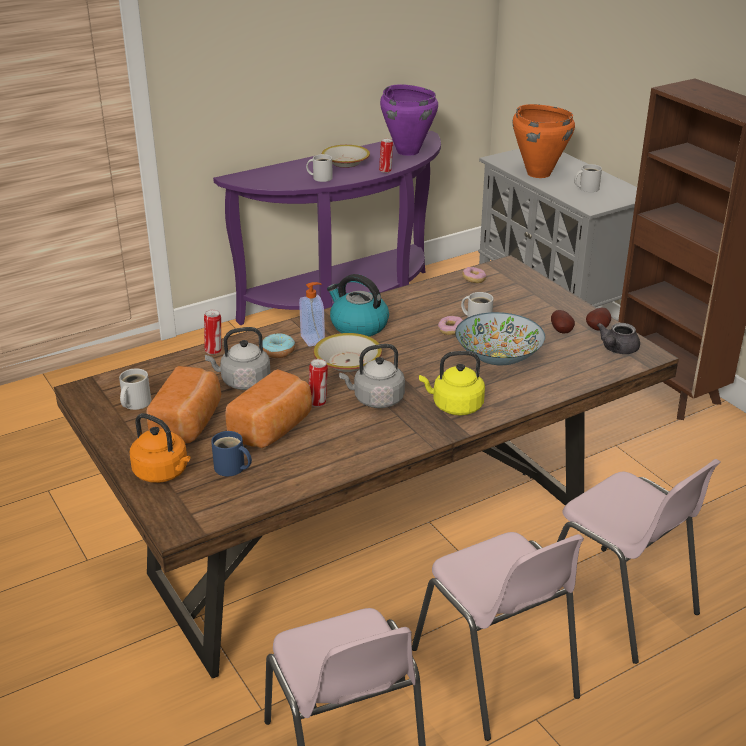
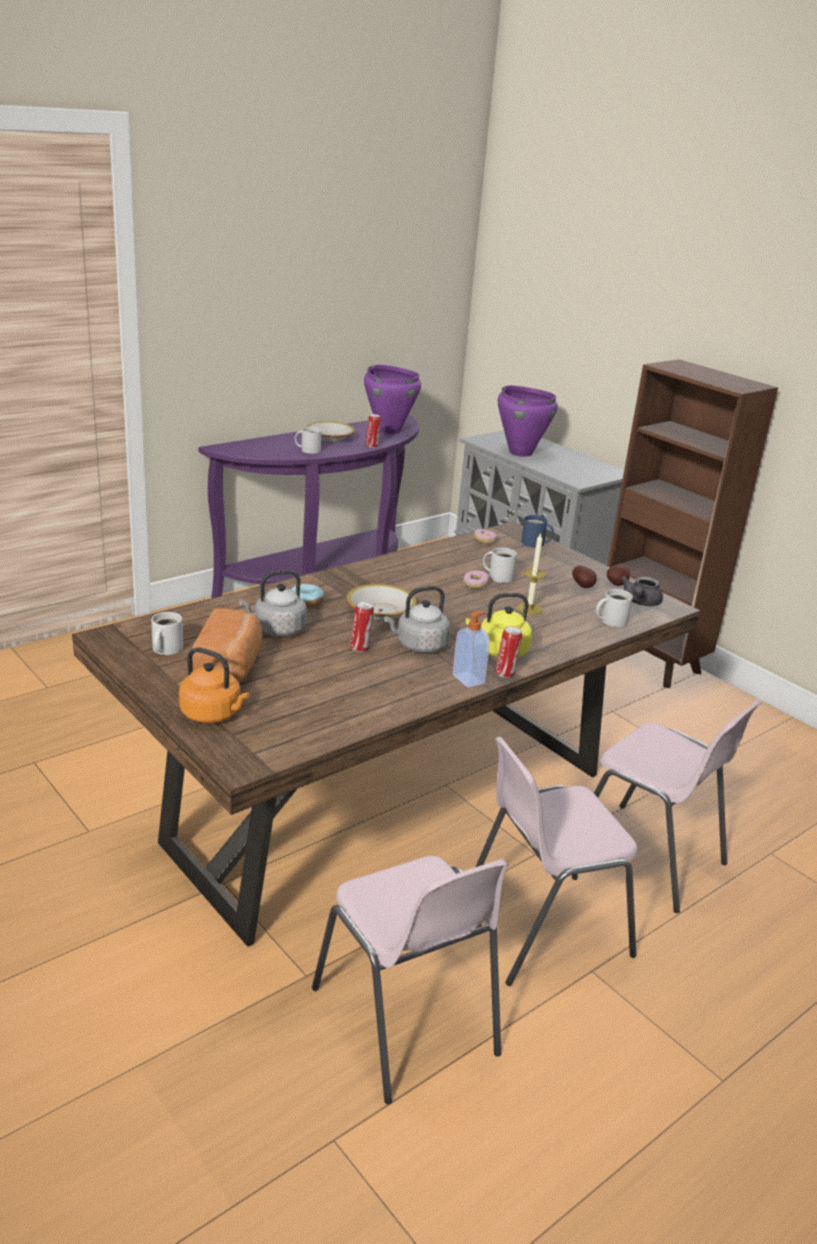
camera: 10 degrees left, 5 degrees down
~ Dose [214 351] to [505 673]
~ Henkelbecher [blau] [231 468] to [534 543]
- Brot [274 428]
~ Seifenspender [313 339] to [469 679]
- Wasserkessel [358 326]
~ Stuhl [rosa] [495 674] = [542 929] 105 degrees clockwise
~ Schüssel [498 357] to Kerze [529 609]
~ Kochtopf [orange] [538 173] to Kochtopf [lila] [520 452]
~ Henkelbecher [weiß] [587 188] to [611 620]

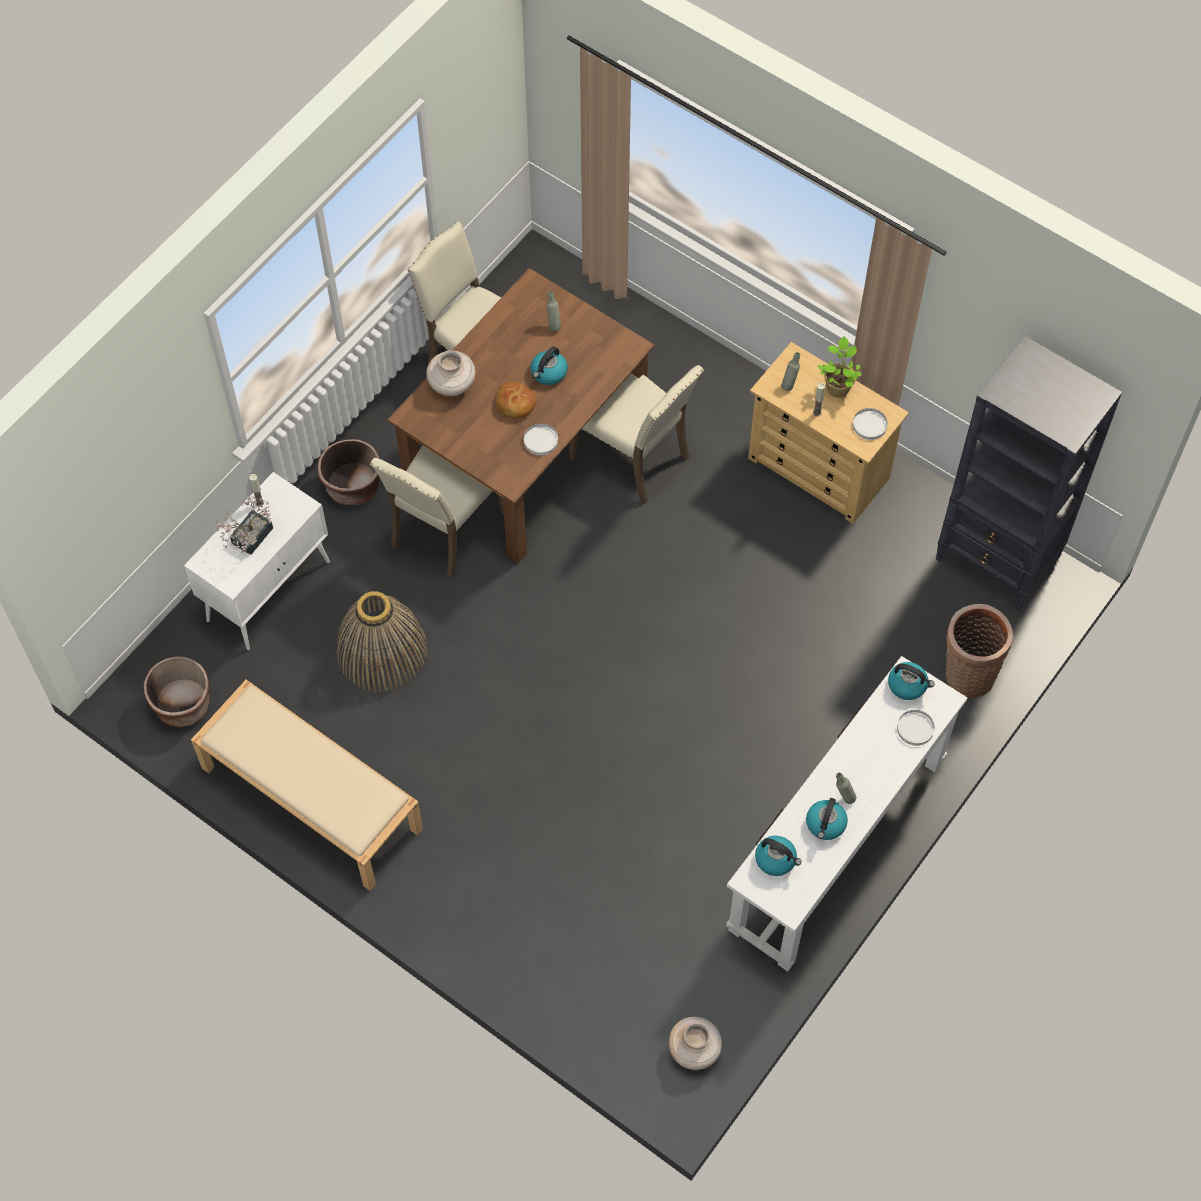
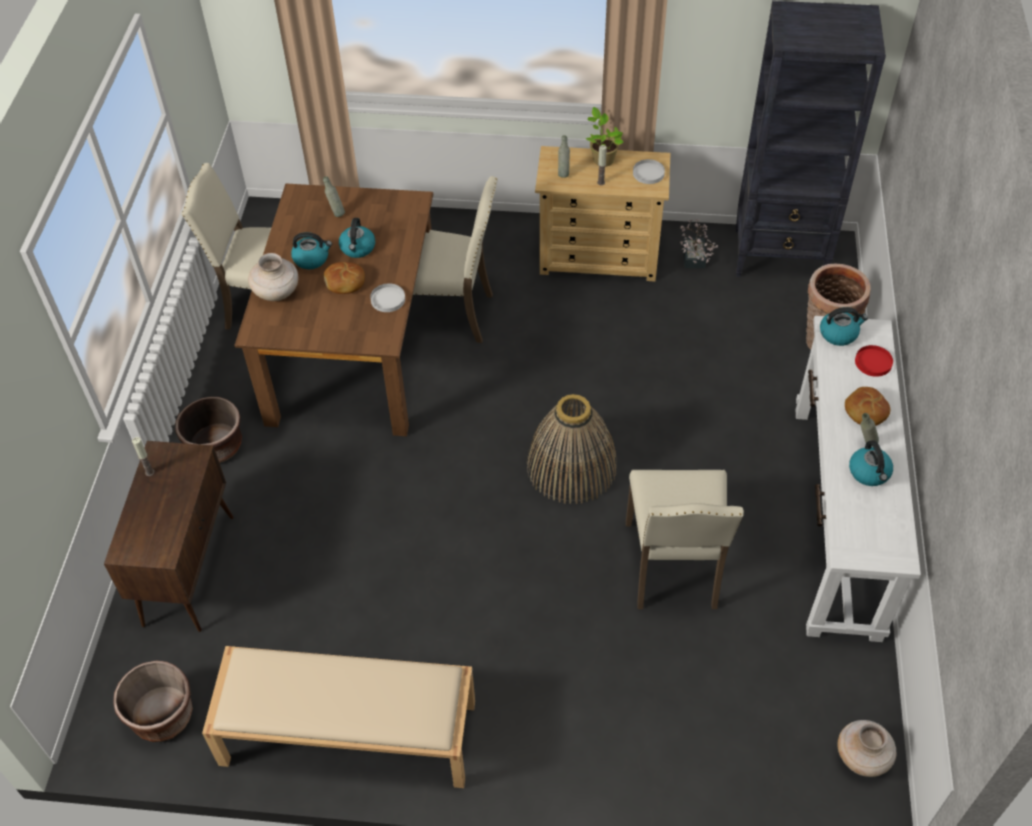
camera: 30 degrees left, 10 degrees down
~ Schrank [weiß] [269 590] to Schrank [braun] [189 569]
~ Topfpflanze [248 539] to [693 260]
~ Korb [381 651] to [571 466]
~ Stuhl [beige] [445 529] to [674 567]
~ Wasserkessel [776 859] to [312 259]
~ Teller [weiß] [915 728] to Teller [rot] [873 362]
+ Brot [865 411]

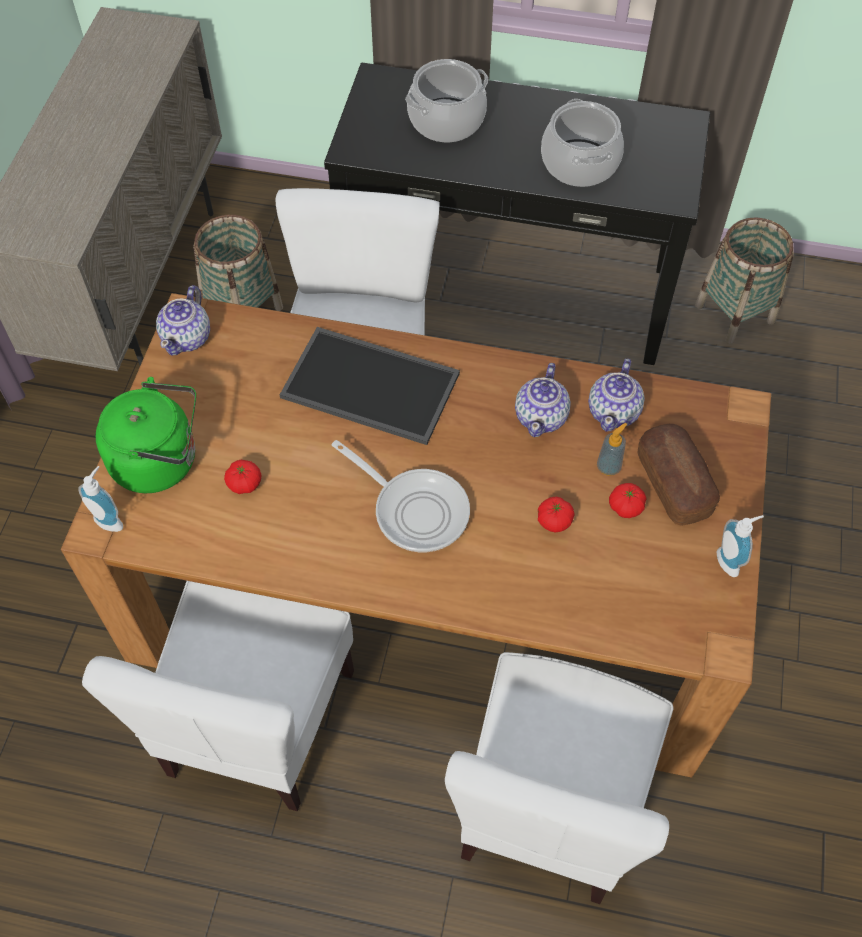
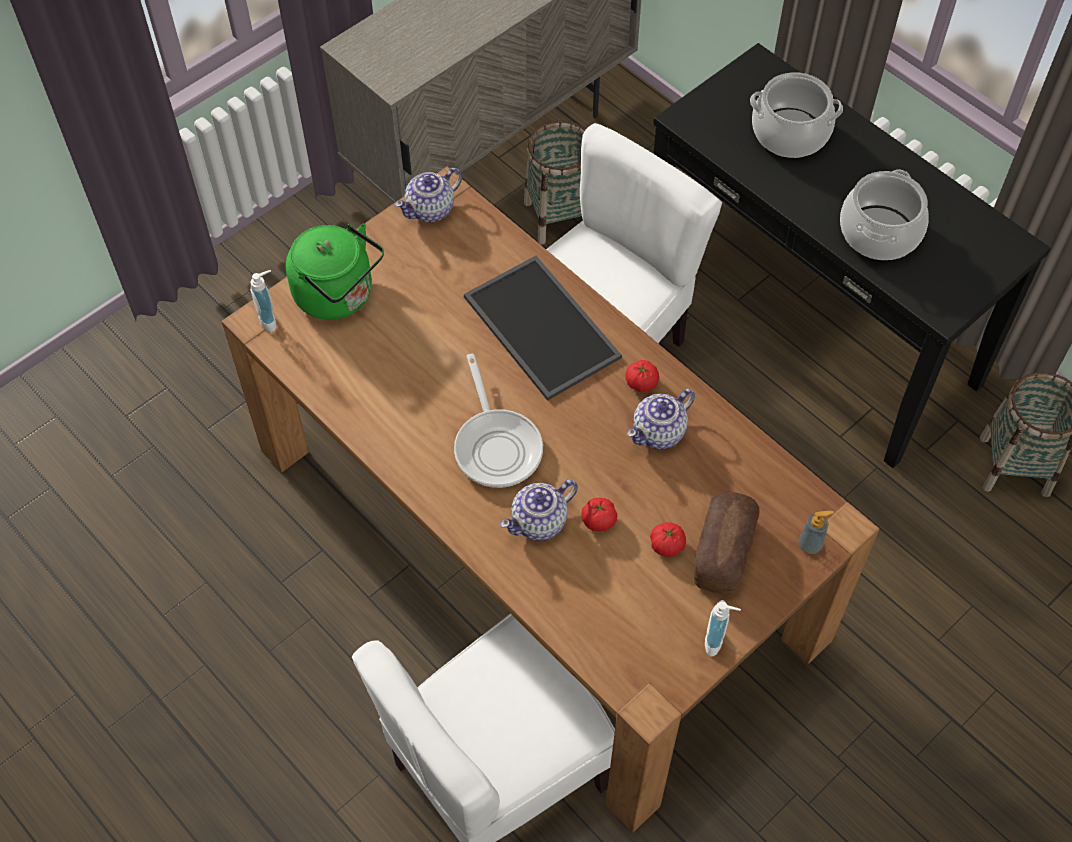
camera: 35 degrees right, 0 degrees up
- Stuhl [weiß] [258 722]
~ Tomate [244 483] to [641 382]
~ Teekanne [614 412] to [540 522]
~ Seifenspender [608 467] to [810 545]

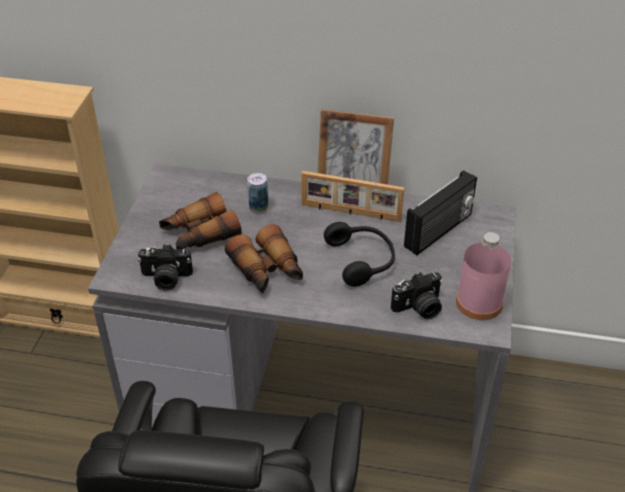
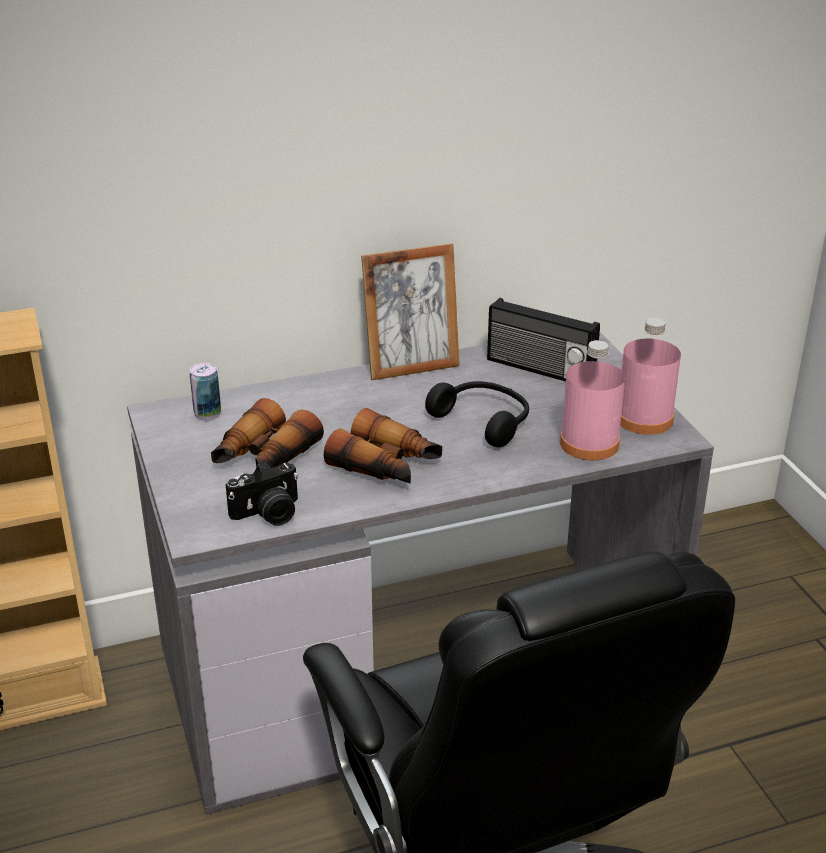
camera: 30 degrees left, 10 degrees down
~ Dose [258 208] to [207 414]
- Bilderrahmen [350 213]
~ Kamera [419 308] to Flasche [rosa] [589 443]
~ Radio [439 231] = [539 369] 105 degrees clockwise

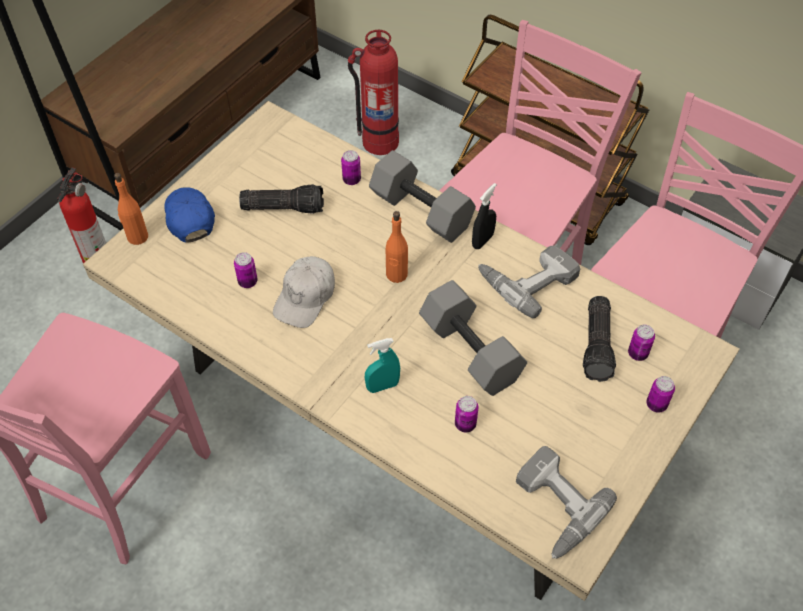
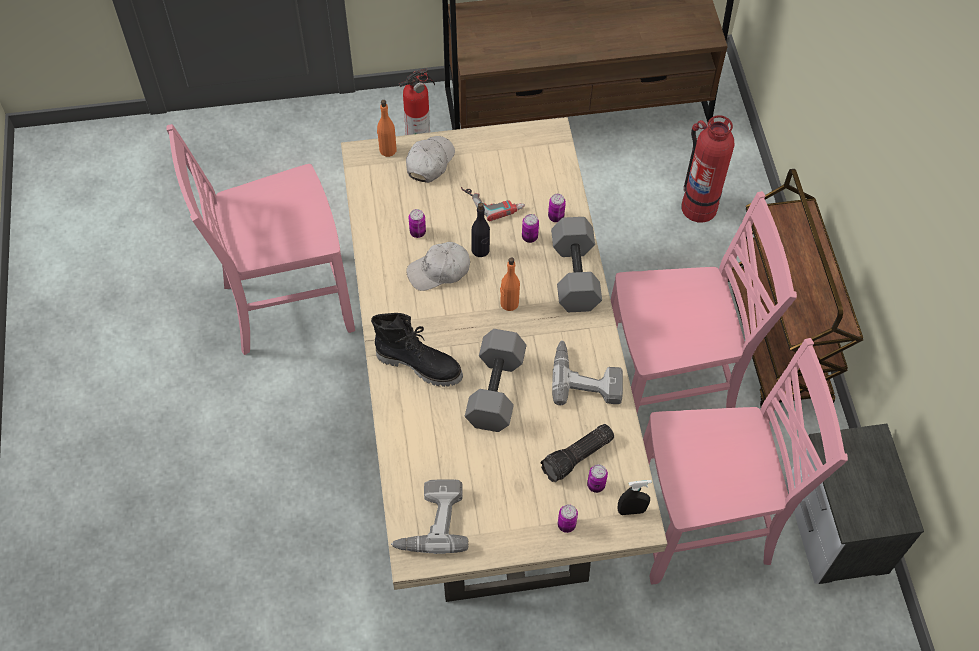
camera: 45 degrees right, 5 degrees up
~ Kappe [blau] [189 218] to Kappe [weiß] [429 162]
~ Taschenlampe [284 206] to Bohrmaschine [493 200]
~ Sprühflasche [türkis] [382 386] to Stiefel [schwarz] [420 364]
~ Dose [465 424] to [529 237]
~ Sprühflasche [schwarz] [482 240] to [631 510]
+ Flasche [schwarz] [480 250]

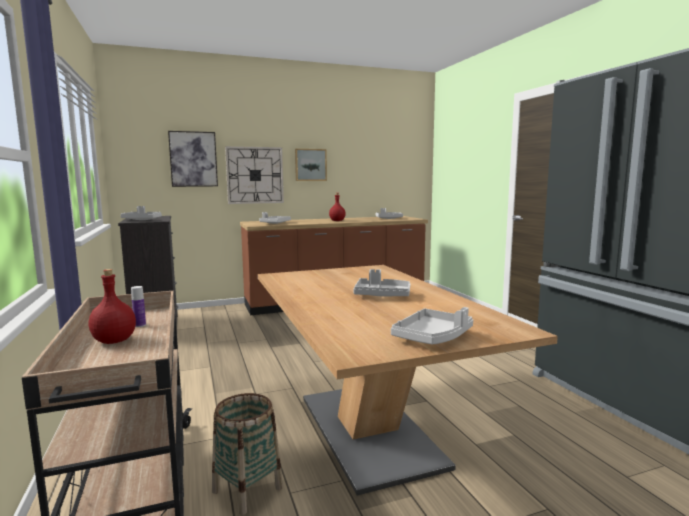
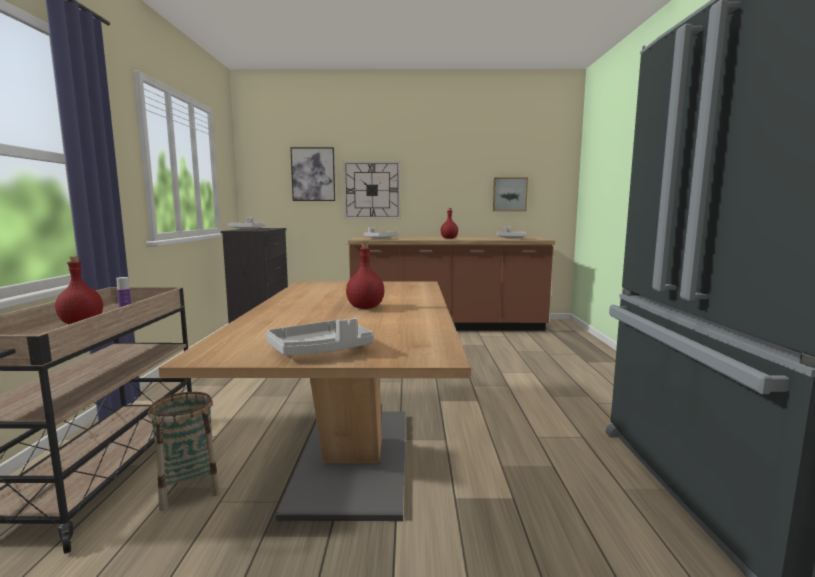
camera: 20 degrees right, 0 degrees up
~ Bild [310 165] to [509 194]
~ Tablett [grau] [382 295] to Flasche [rot] [366 307]

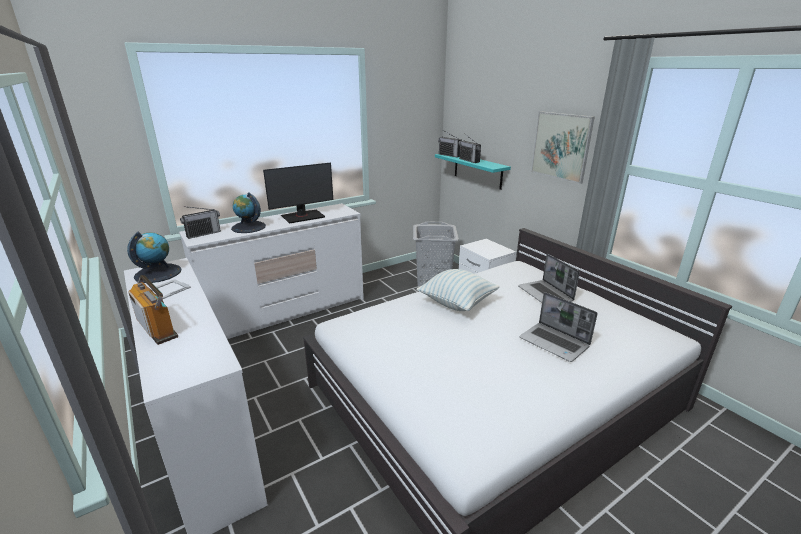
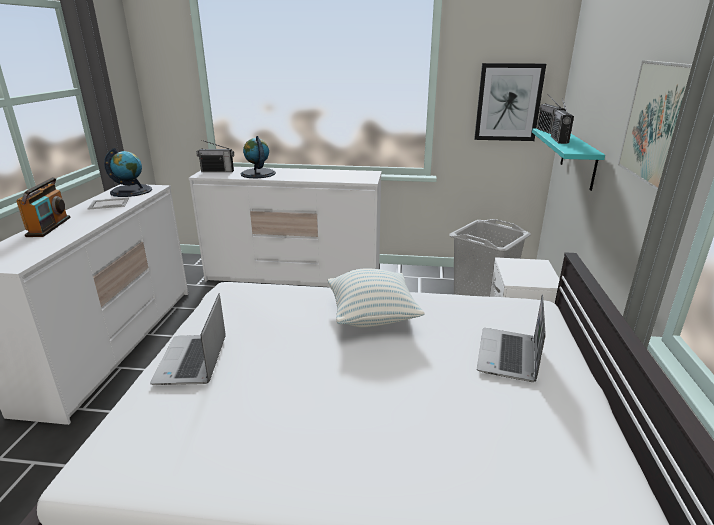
camera: 40 degrees right, 0 degrees up
- Monitor [302 216]
~ Laptop [555 343] to [192 361]
+ Bild [508 102]

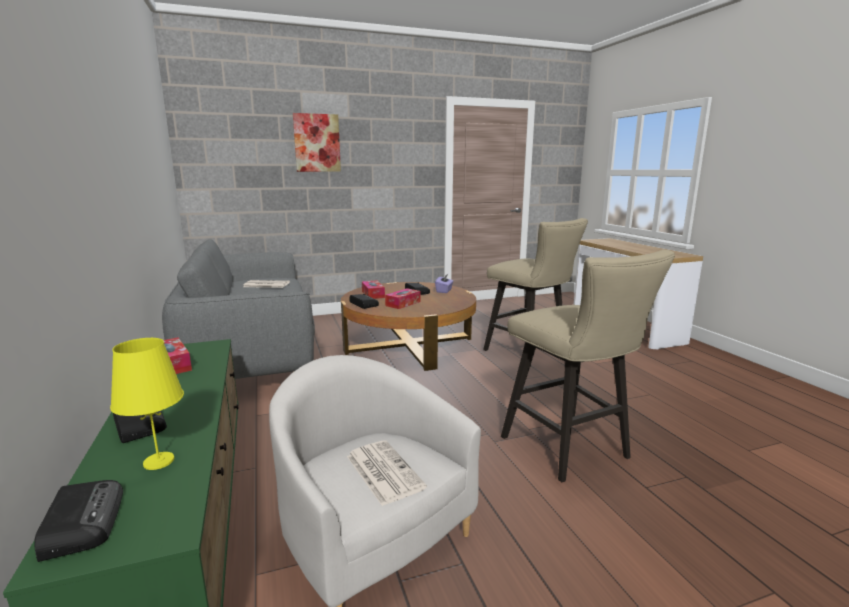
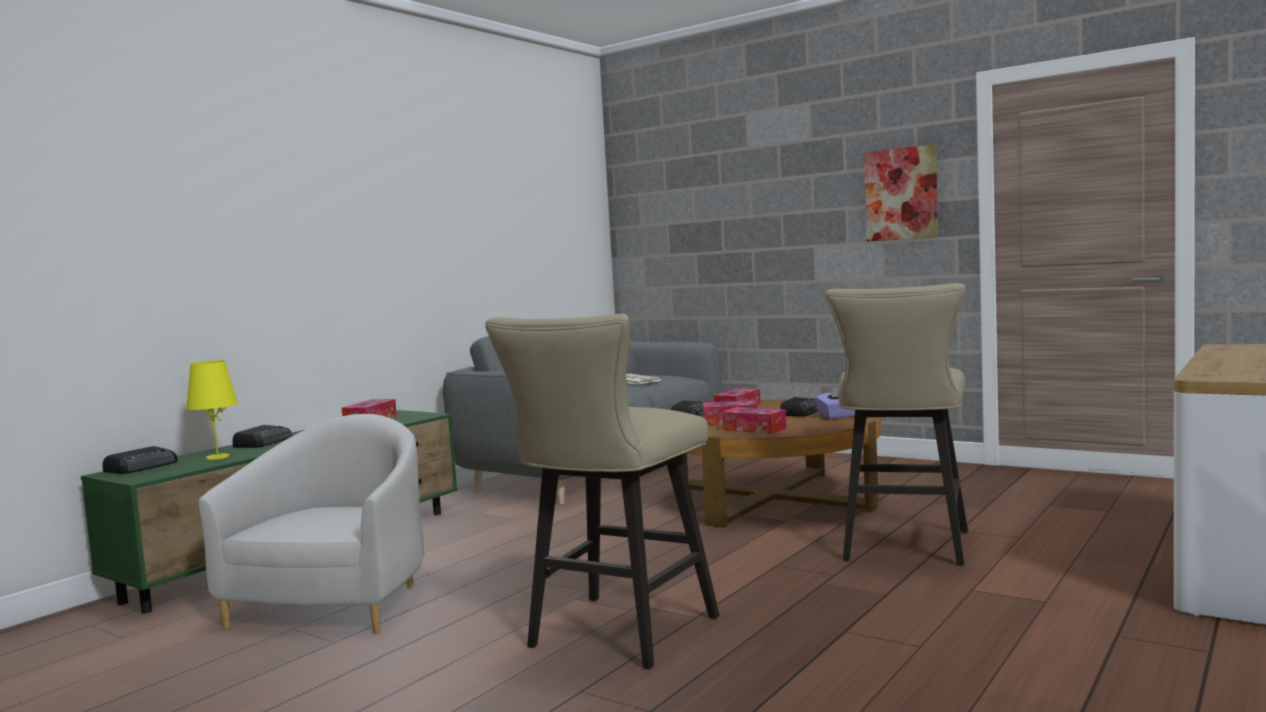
camera: 55 degrees right, 10 degrees down
~ Bild [317 143] to [901 194]
- Zeitung [383 471]
+ Taschentuchbox [754 429]

